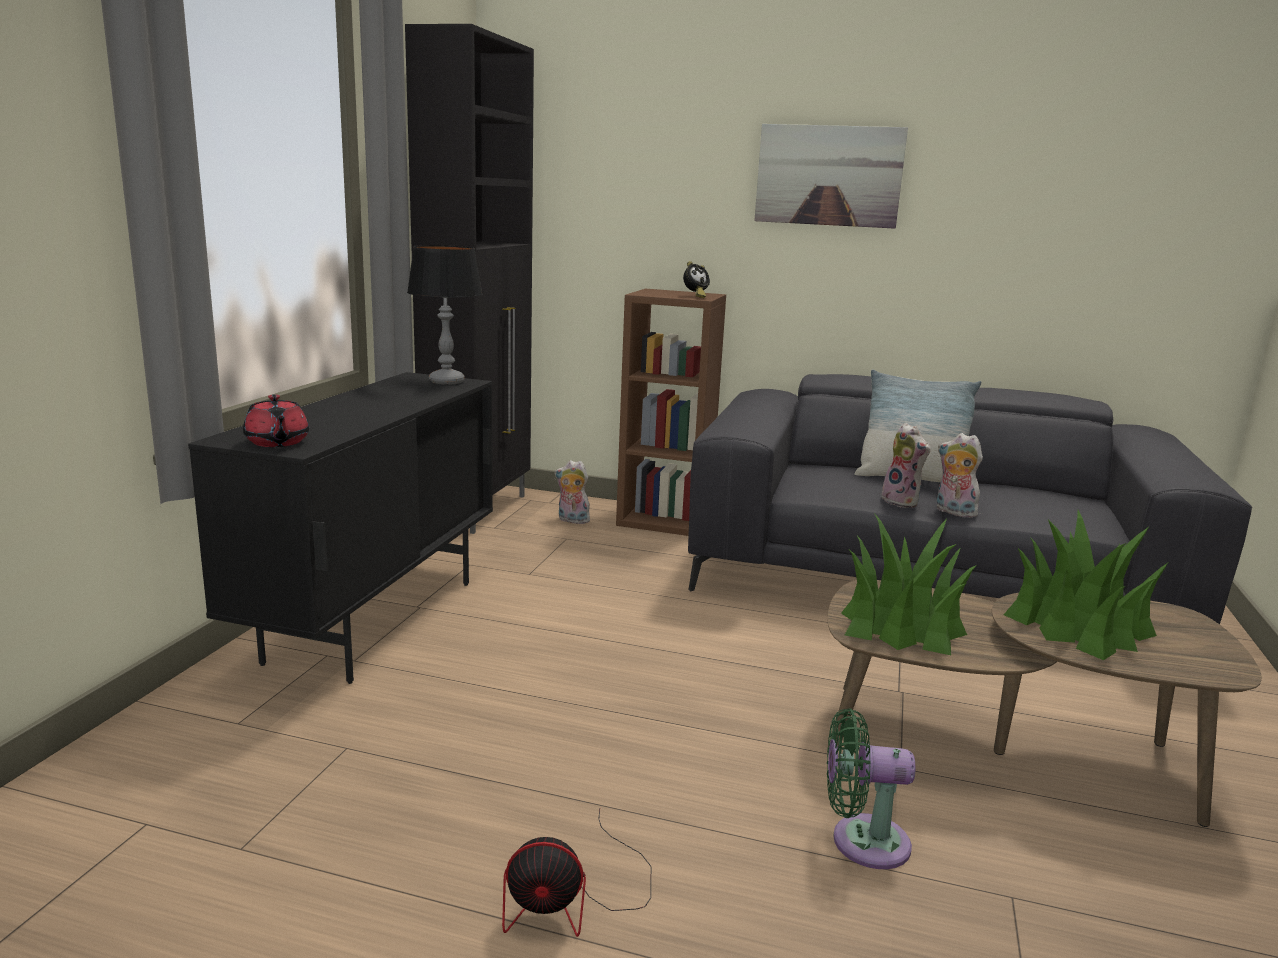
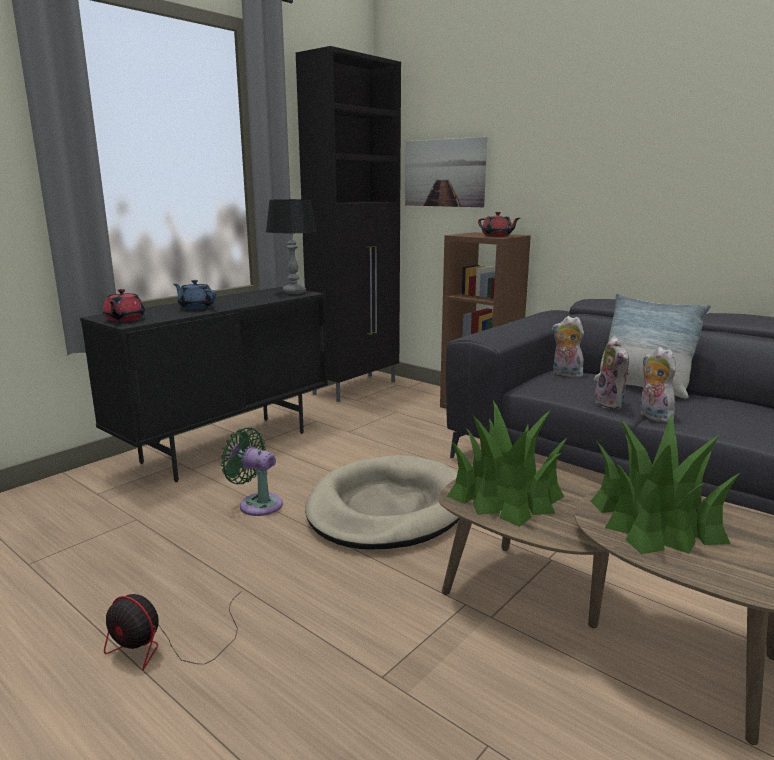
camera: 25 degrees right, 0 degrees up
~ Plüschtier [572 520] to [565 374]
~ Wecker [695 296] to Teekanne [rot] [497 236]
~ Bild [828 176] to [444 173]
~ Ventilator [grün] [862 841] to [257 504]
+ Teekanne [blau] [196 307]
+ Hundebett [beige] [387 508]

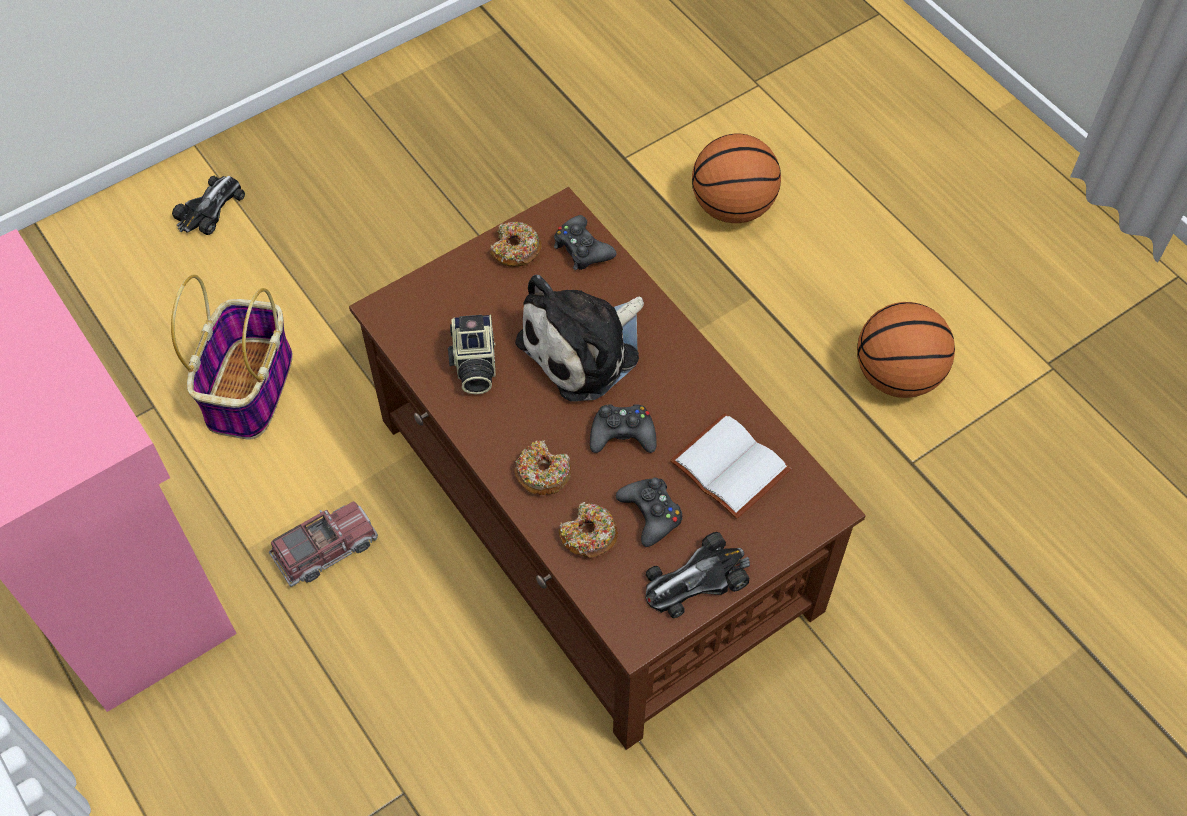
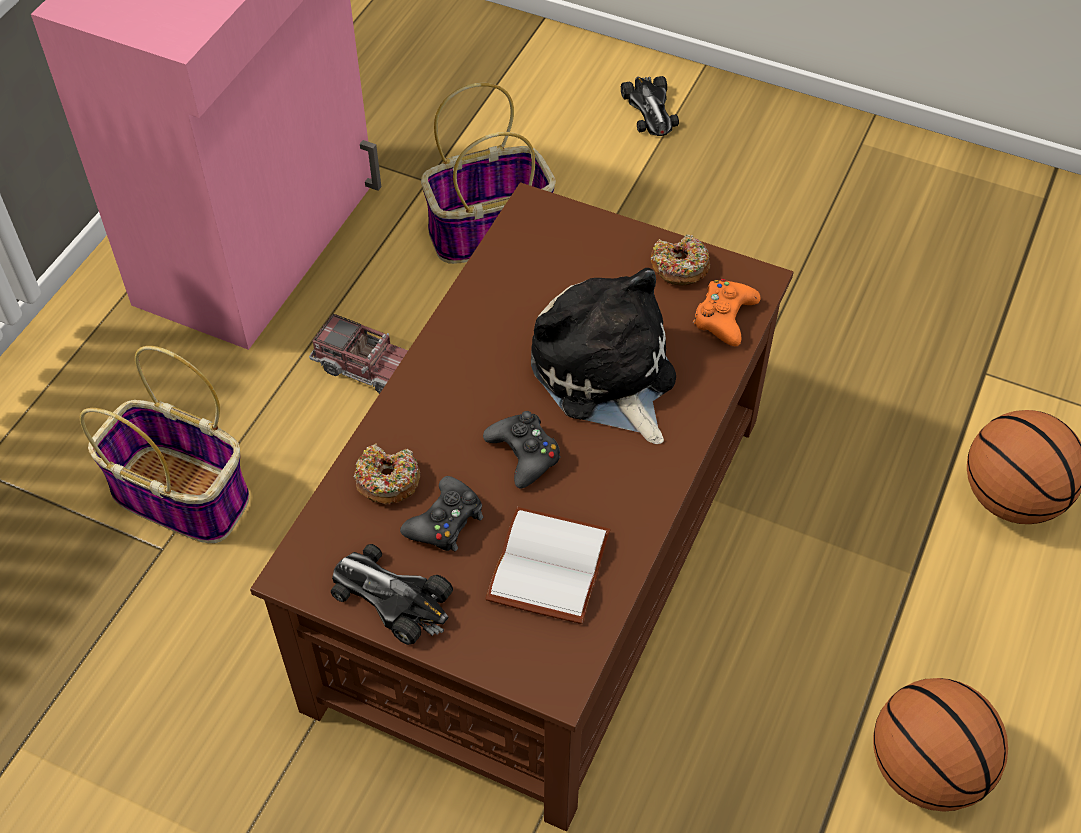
camera: 60 degrees right, 5 degrees down
~ Spielzeugauto [211 208] = [650 109] 75 degrees clockwise
- Kamera [473 365]
- Donut [543 473]
~ Plüschtier [585 348] = [605 376] 45 degrees clockwise
~ Gamepad [schwarz] [582 249] to Gamepad [orange] [724 317]
+ Korb [183 496]

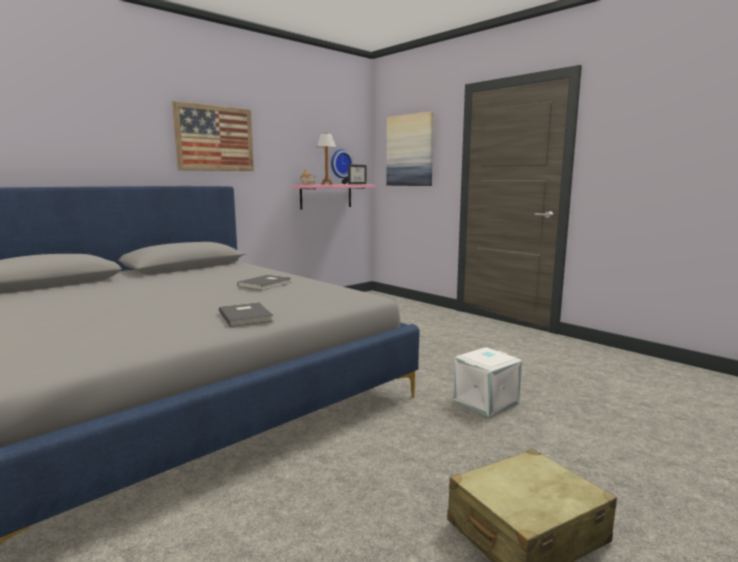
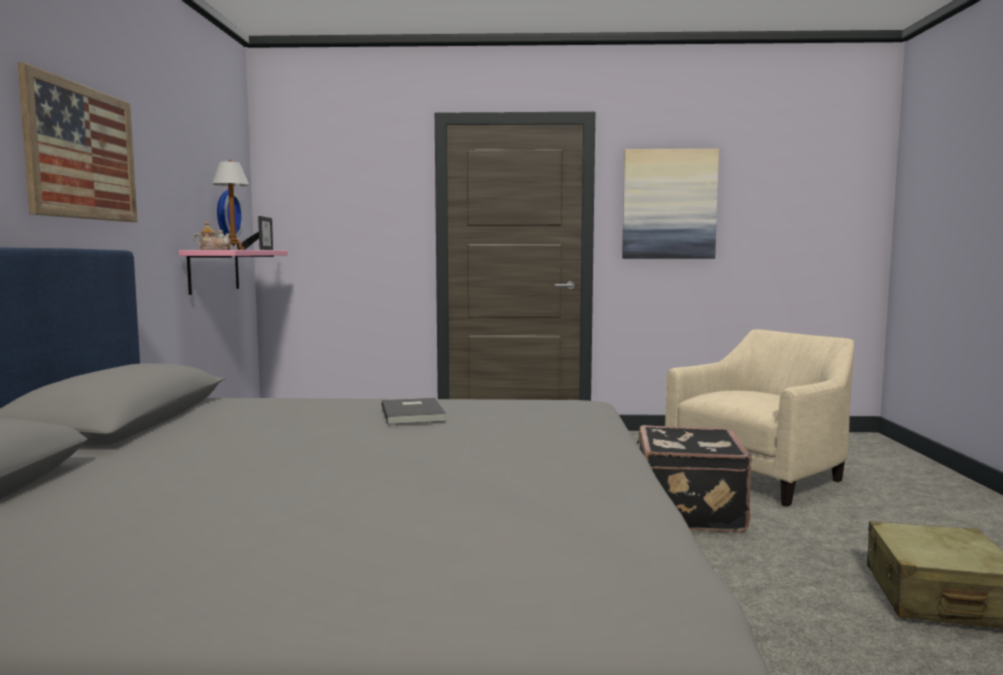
camera: 45 degrees left, 5 degrees down
- Buch [grau] [246 316]
~ Bild [410 150] to [669 204]
~ Aufbewahrungsbox [weiß] [486 402] to Koffer [schwarz] [686 512]
+ Sessel [beige] [760 474]

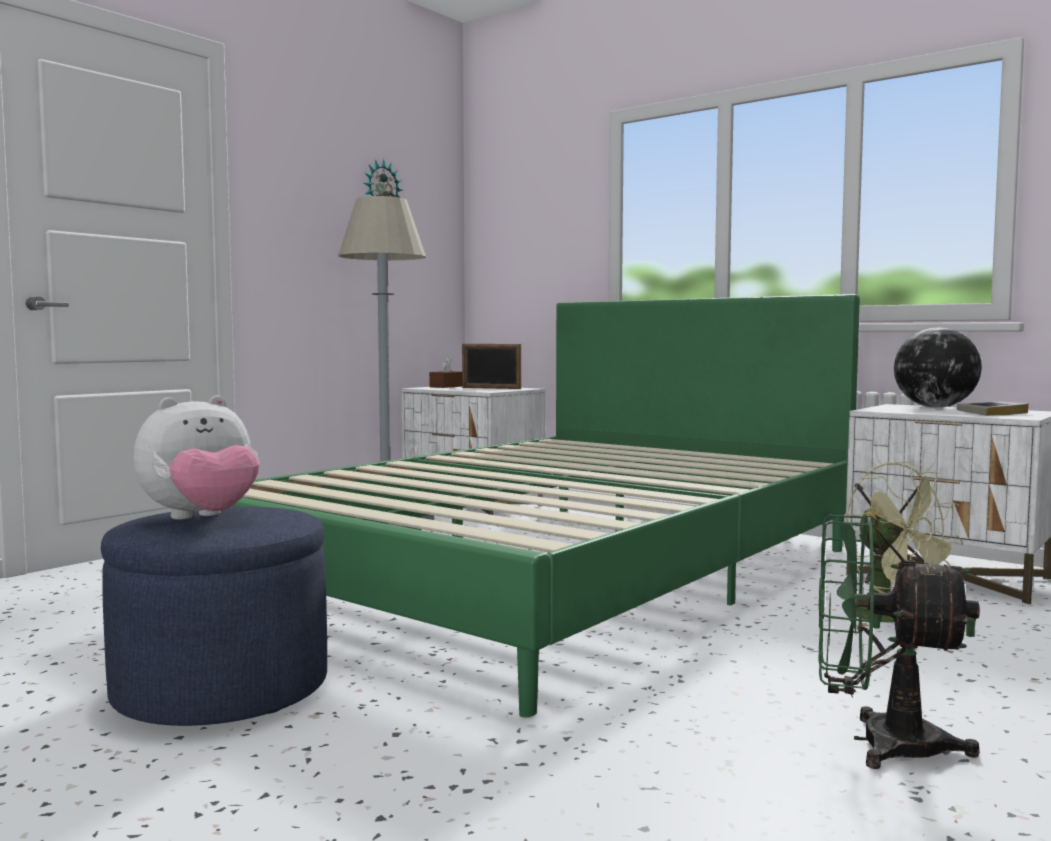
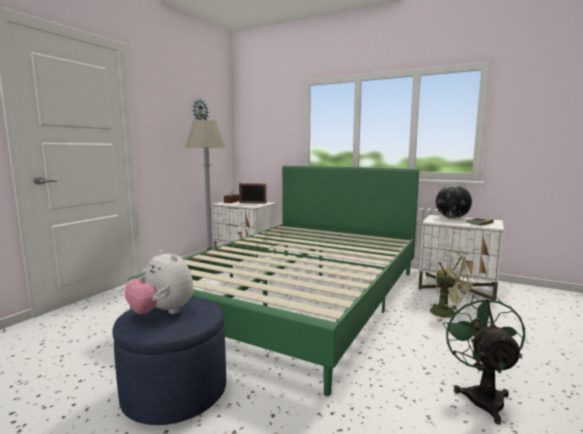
camera: 10 degrees left, 5 degrees up
~ Plüschtier [202 518] = [162 313] 90 degrees clockwise
~ Ventilator [grün] [878 743] = [482 396] 90 degrees clockwise

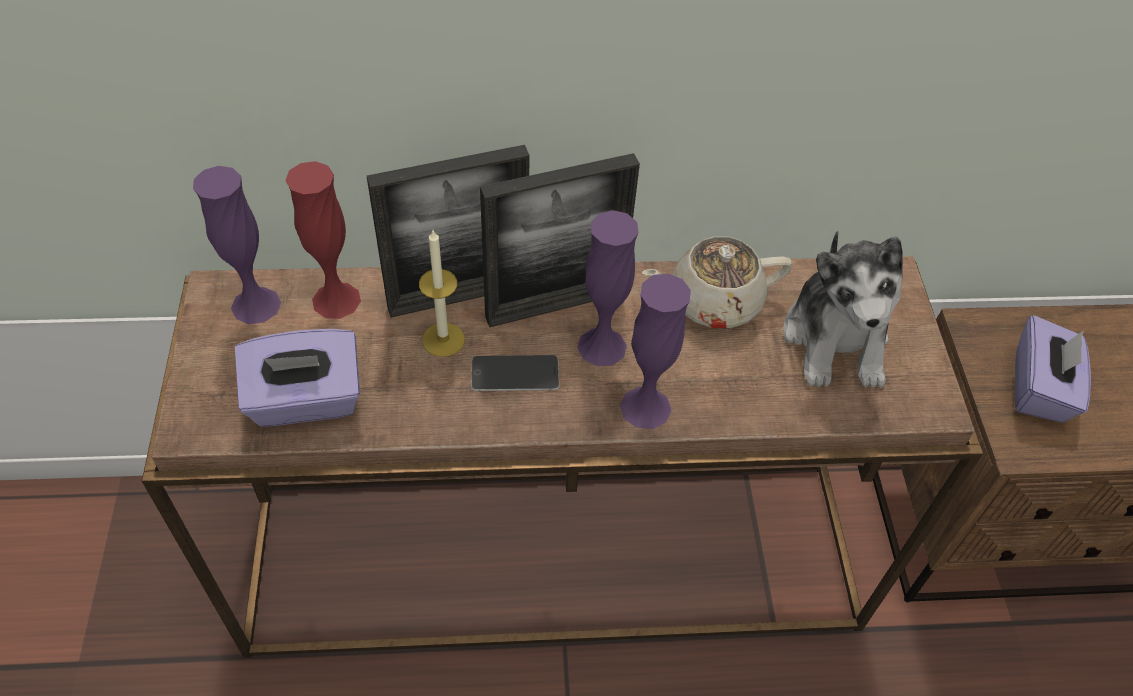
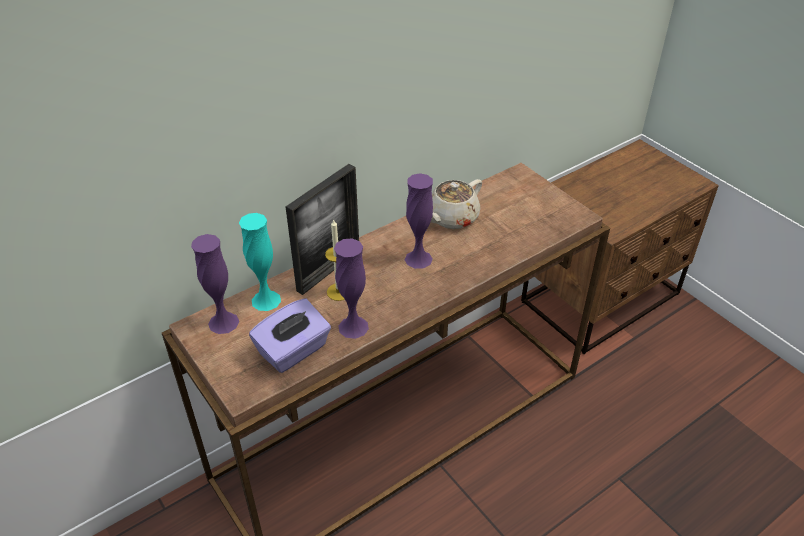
camera: 30 degrees left, 10 degrees down
~ Vase [rot] [336 300] to Vase [türkis] [266 300]
- Handy [515 373]
- Bilderrahmen [555 305]
~ Vase [lila] [645 407] to [353 327]
- Plüschtier [835 340]
- Taschentuchbox [lila] [1040 388]

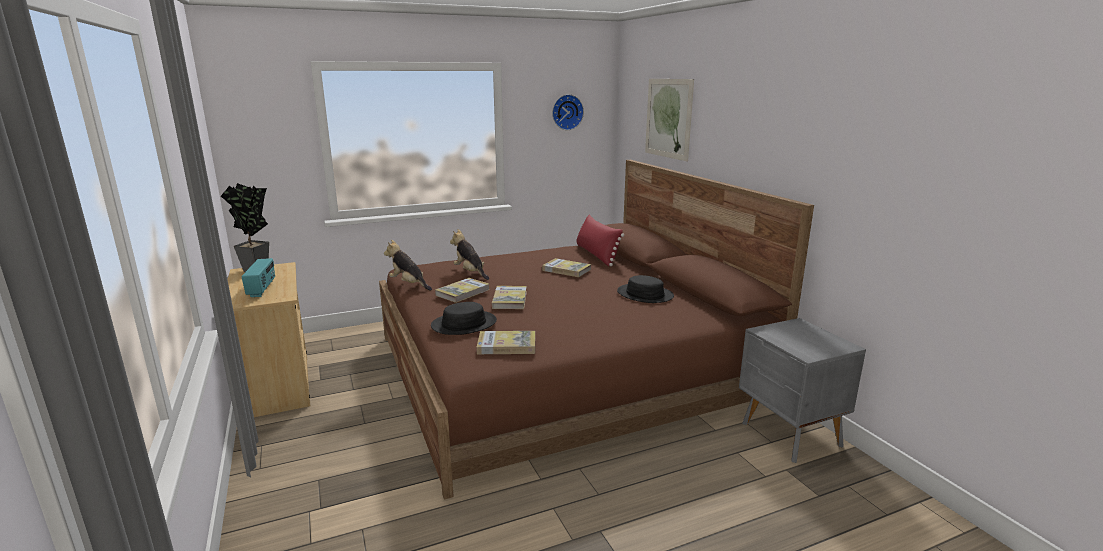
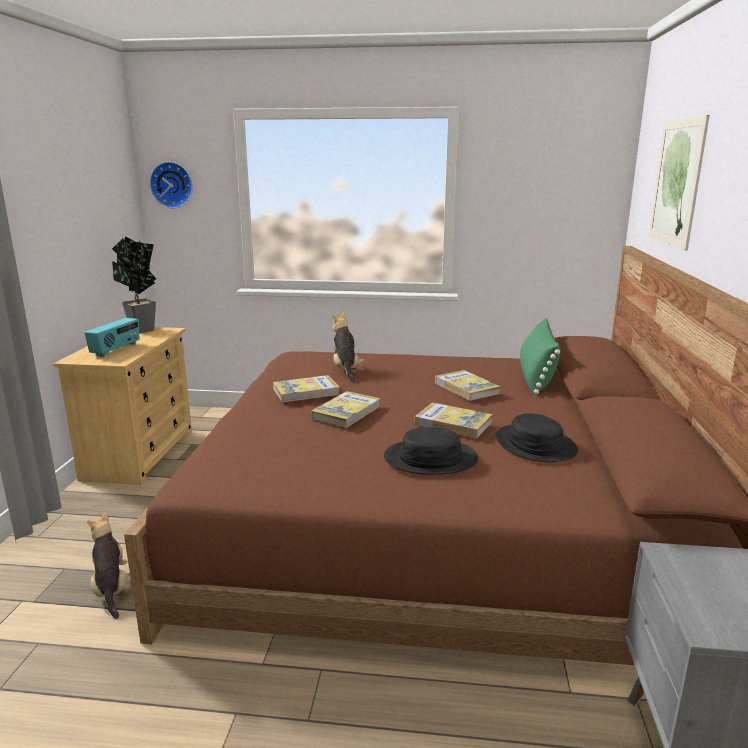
camera: 30 degrees right, 0 degrees up
~ Plüschtier [409 284] to [112 589]
~ Hut [schwarz] [464 324] to [430 459]
~ Buch [506 345] to [453 423]
~ Wanduhr [566 112] to [172 185]
~ Kissen [rot] [597 255] to Kissen [grün] [536 376]

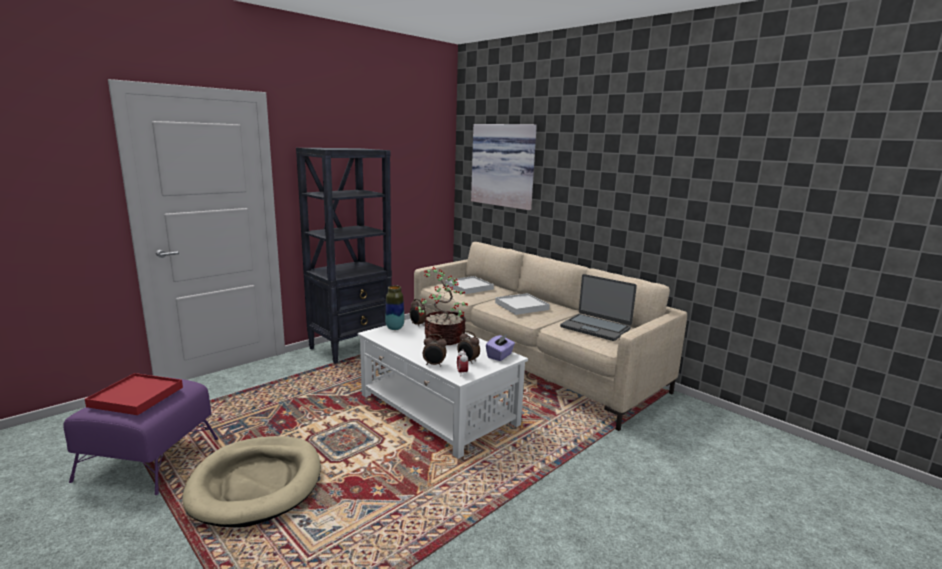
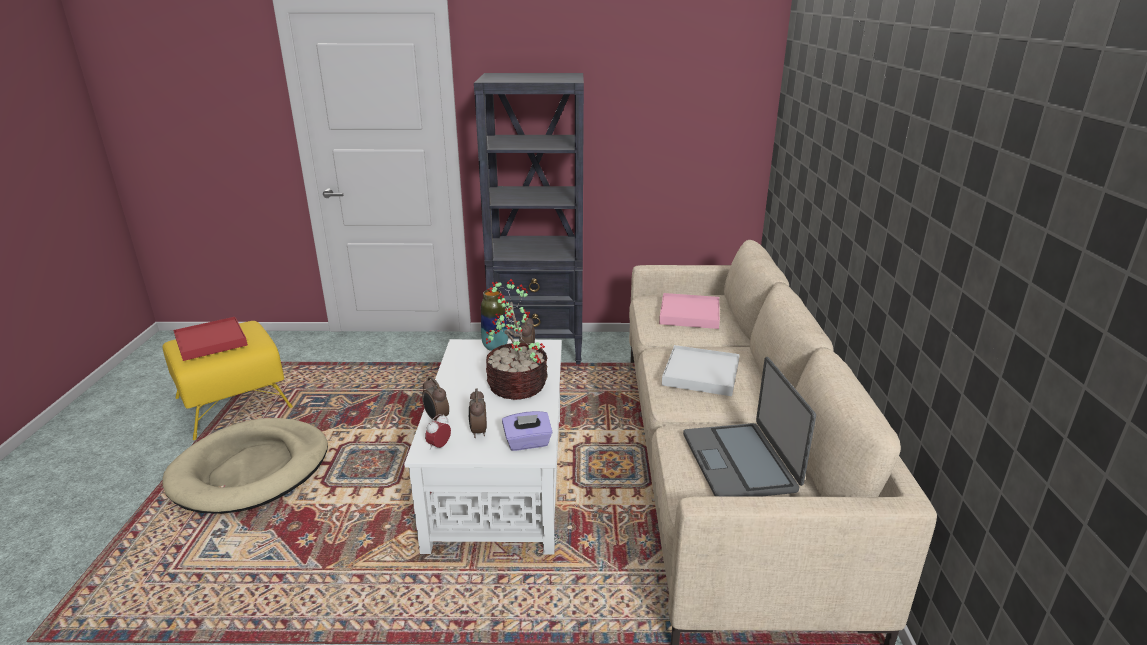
camera: 45 degrees right, 10 degrees up
~ Polsterhocker [lila] [150 459] to Polsterhocker [gelb] [234 403]
~ Tablett [weiß] [468 287] to Tablett [rosa] [689 314]
- Bild [504 165]

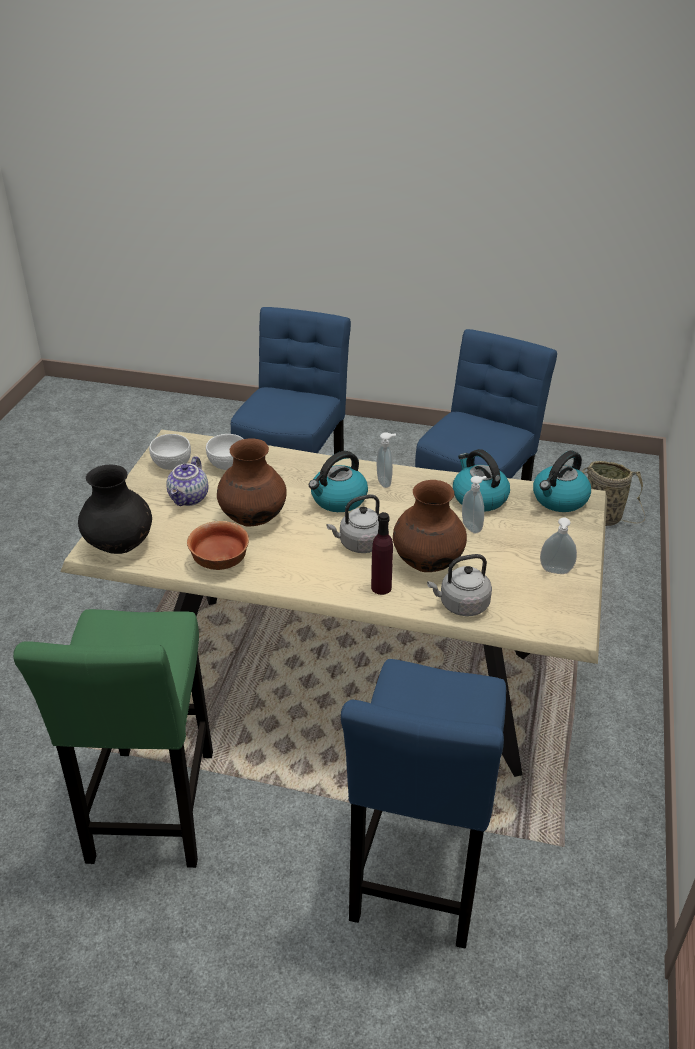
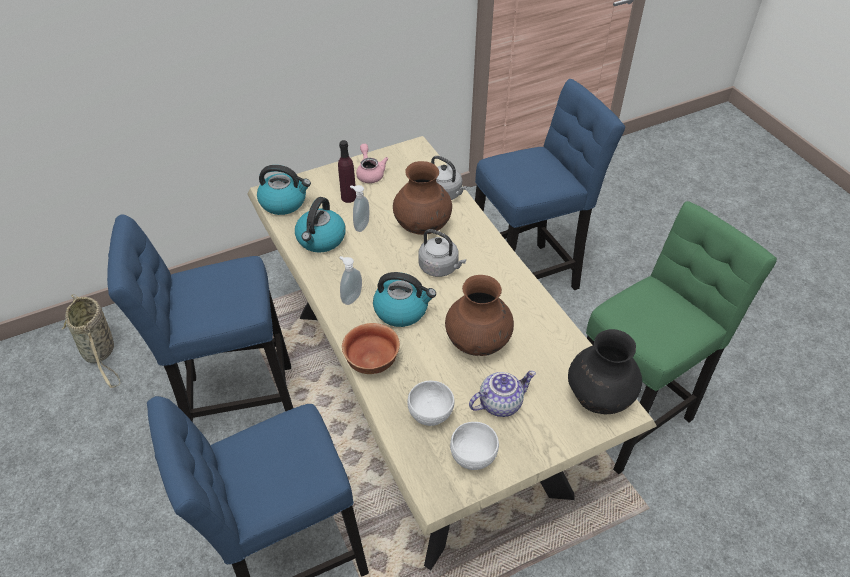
camera: 130 degrees left, 10 degrees up
~ Schüssel [221 562] to [371 361]
~ Flasche [lila] [381 587] to [348 197]
~ Seifenspender [555 572] to Teekanne [rosa] [370 173]

